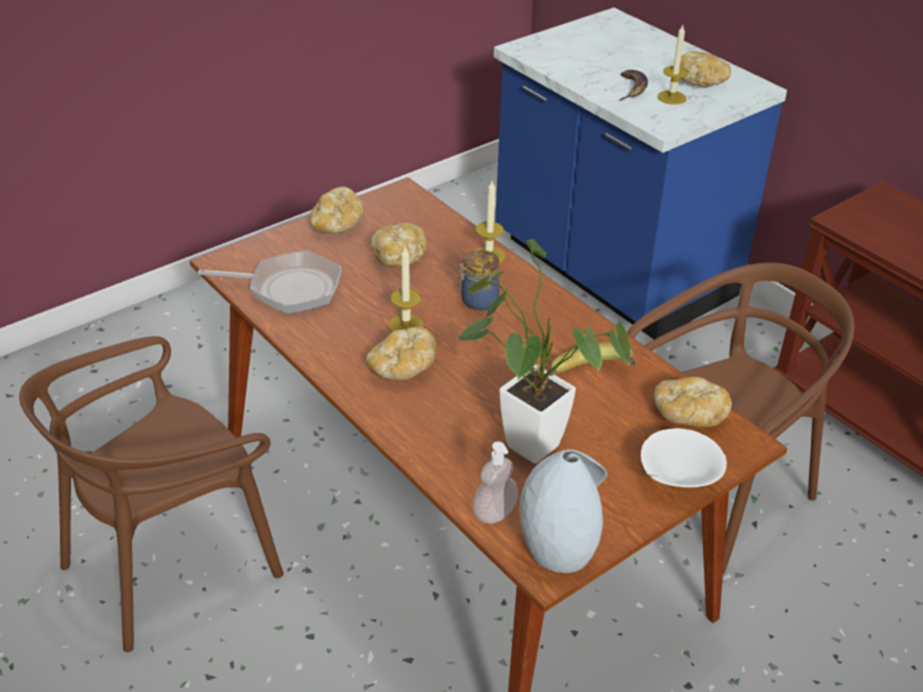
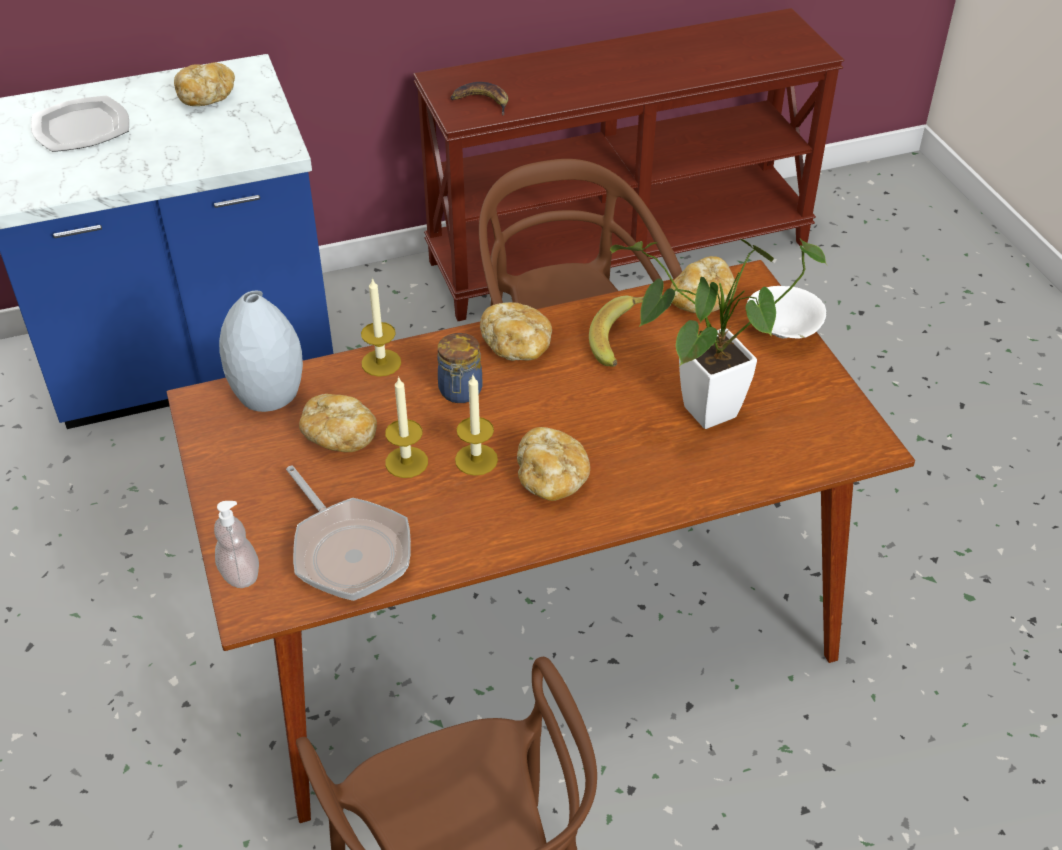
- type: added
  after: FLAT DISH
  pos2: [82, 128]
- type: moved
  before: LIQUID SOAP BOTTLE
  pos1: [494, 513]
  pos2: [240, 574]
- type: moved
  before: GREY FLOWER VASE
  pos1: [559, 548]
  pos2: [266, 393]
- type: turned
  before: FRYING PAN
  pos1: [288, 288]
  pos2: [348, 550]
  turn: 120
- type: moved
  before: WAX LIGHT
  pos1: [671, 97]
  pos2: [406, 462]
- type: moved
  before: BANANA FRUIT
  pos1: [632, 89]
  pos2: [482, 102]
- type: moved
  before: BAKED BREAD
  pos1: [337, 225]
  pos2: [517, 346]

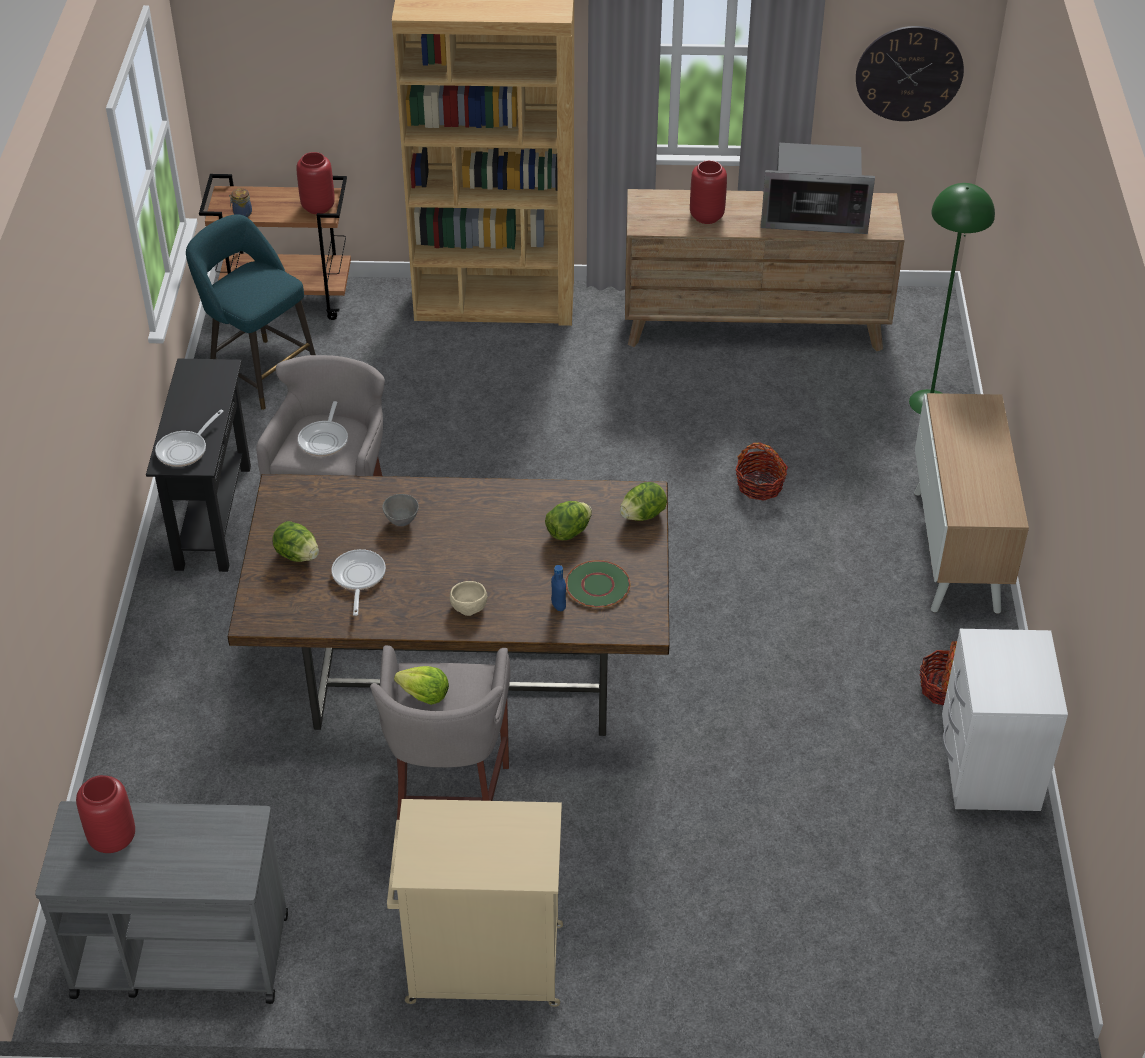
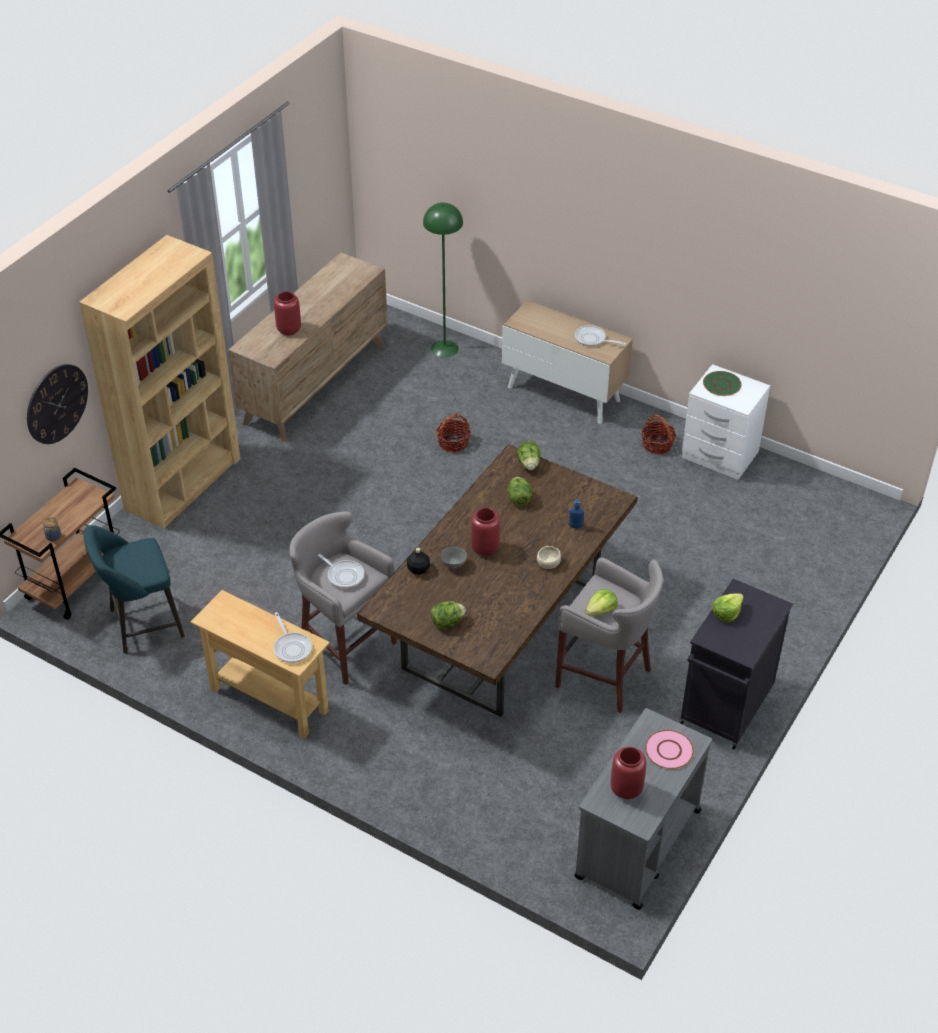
- type: moved
  before: HANGING CLOCK
  pos1: [909, 73]
  pos2: [57, 403]
- type: recoloured
  before: BLACKISH NARROW TABLE
  after: SAND-COLOURED NARROW TABLE
  pos1: [213, 516]
  pos2: [269, 700]
- type: added
  after: BLACKISH BOTTLE
  pos2: [418, 569]
- type: moved
  before: RED-COLOURED FLOWER VASE
  pos1: [318, 207]
  pos2: [485, 549]
- type: moved
  before: FRYING PAN
  pos1: [358, 578]
  pos2: [592, 339]
- type: added
  after: PINK FLAT DISH
  pos2: [669, 750]
- type: recoloured
  before: SAND-COLOURED CUPBOARD
  after: BLACKISH CUPBOARD
  pos1: [481, 964]
  pos2: [725, 707]
- type: moved
  before: GREENISH FLAT DISH
  pos1: [598, 585]
  pos2: [722, 384]
- type: added
  after: HEAD OF LETTUCE
  pos2: [726, 613]
- type: removed
  before: KITCHEN MICROWAVE
  pos1: [814, 215]

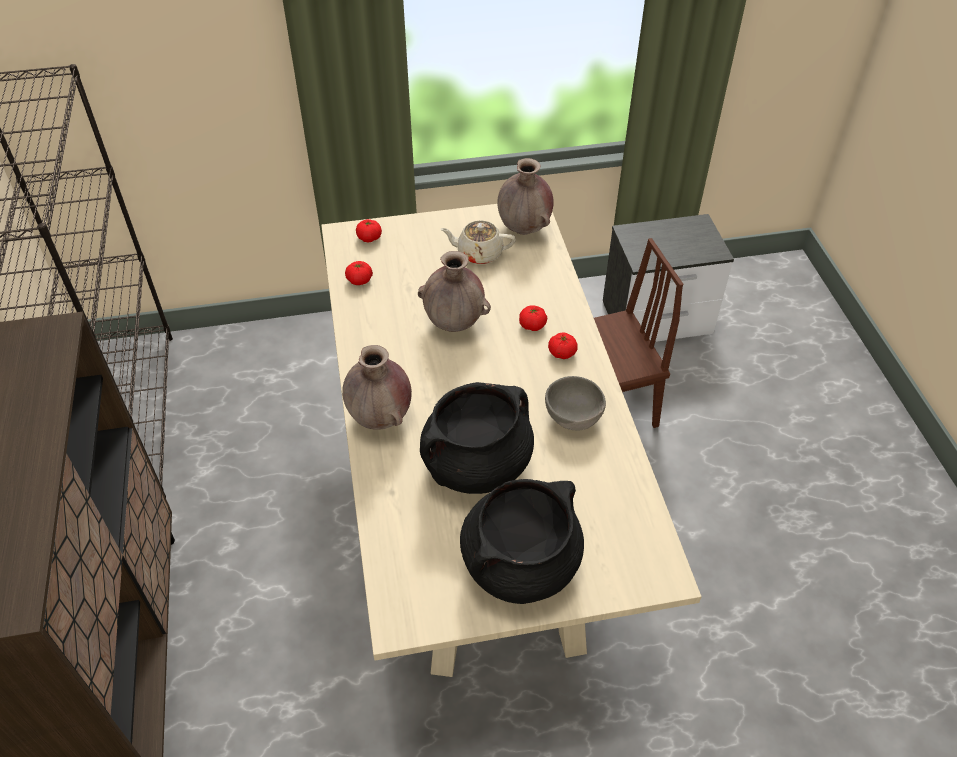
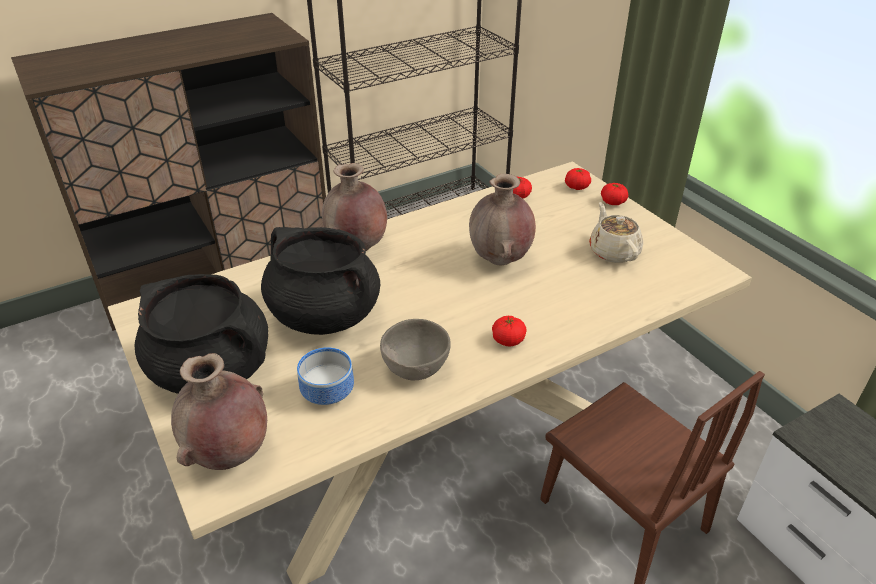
- type: moved
  before: BROWN-COLOURED FLOWER VASE
  pos1: [524, 229]
  pos2: [229, 455]
- type: added
  after: DEEP DISH
  pos2: [326, 394]
- type: moved
  before: WHOLE TOMATO
  pos1: [532, 325]
  pos2: [613, 202]

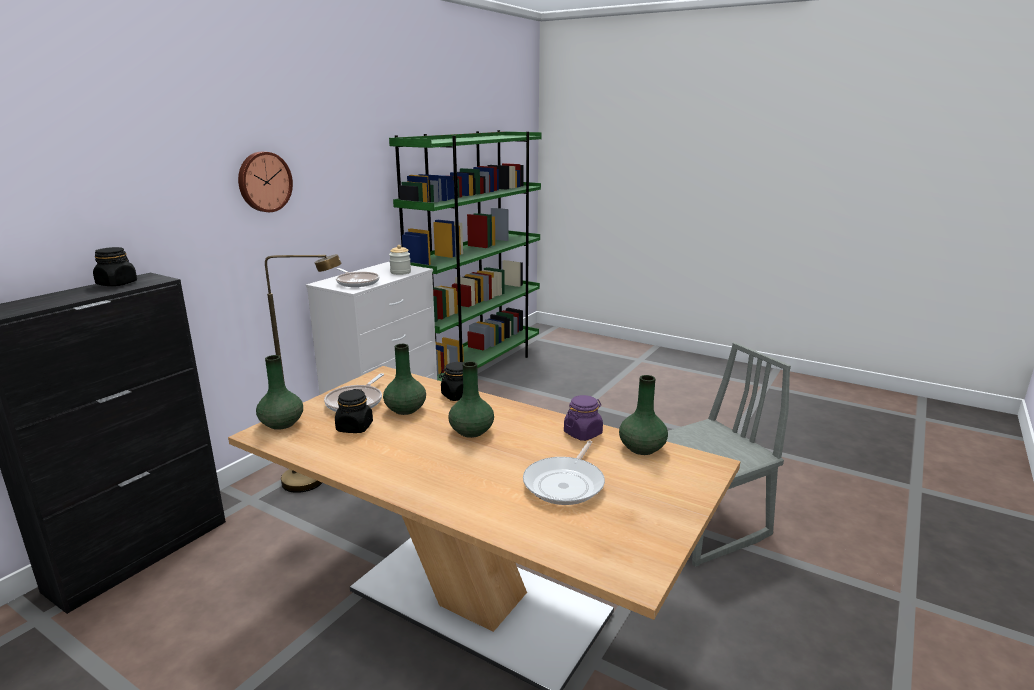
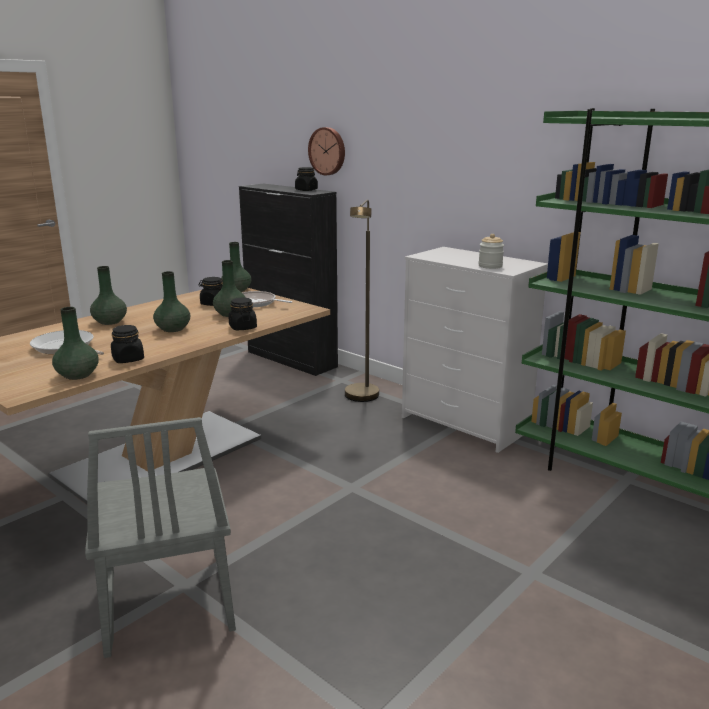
- type: added
  after: GREENISH FLOWER VASE
  pos2: [110, 322]
- type: recoloured
  before: PURPLE-COLOURED JAR
  after: BLACKISH JAR
  pos1: [583, 433]
  pos2: [128, 359]
- type: moved
  before: HANGING CLOCK
  pos1: [264, 182]
  pos2: [328, 151]
- type: removed
  before: FRYING PAN
  pos1: [356, 282]

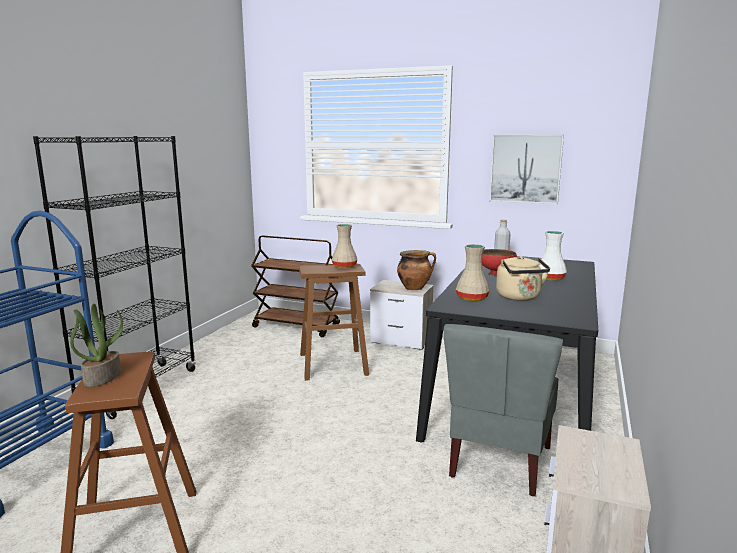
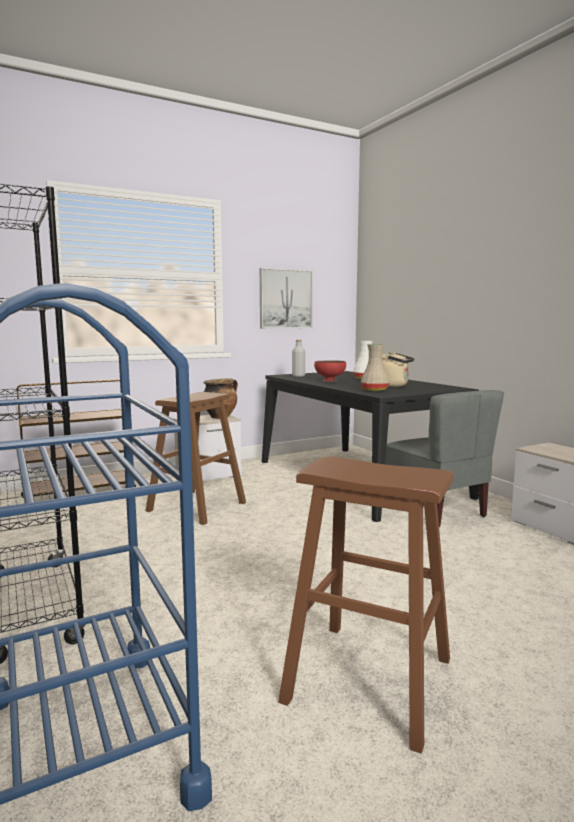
- type: removed
  before: HOUSEPLANT
  pos1: [102, 377]
- type: removed
  before: SAND-COLOURED FLOWER VASE
  pos1: [344, 266]

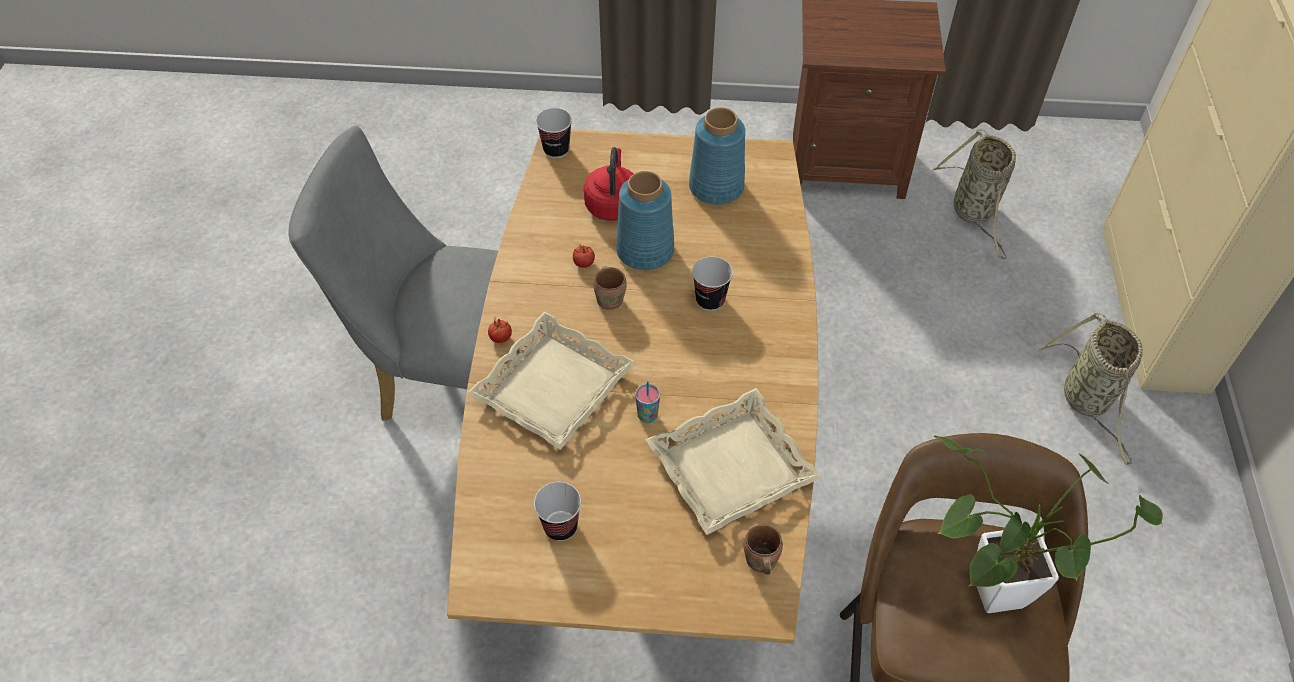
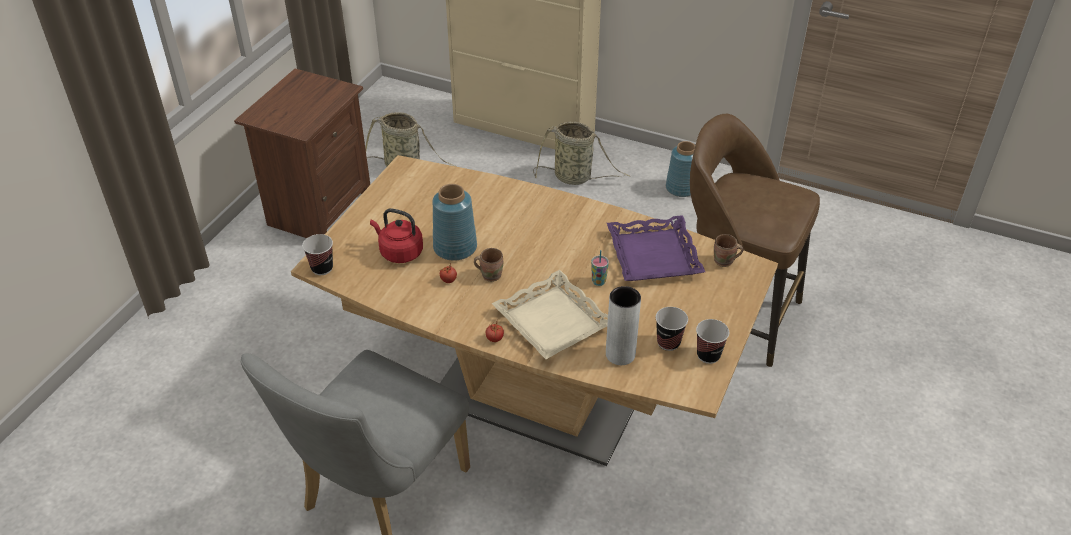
- type: added
  after: GREY FLOWER VASE
  pos2: [620, 354]
- type: recoloured
  before: SAND-COLOURED SERVING TRAY
  after: PURPLE-COLOURED SERVING TRAY
  pos1: [731, 466]
  pos2: [652, 255]
- type: moved
  before: BLUE FLOWER VASE
  pos1: [717, 187]
  pos2: [681, 188]
- type: moved
  before: SMALL CUP
  pos1: [710, 300]
  pos2: [708, 355]
- type: removed
  before: HOUSEPLANT
  pos1: [985, 594]

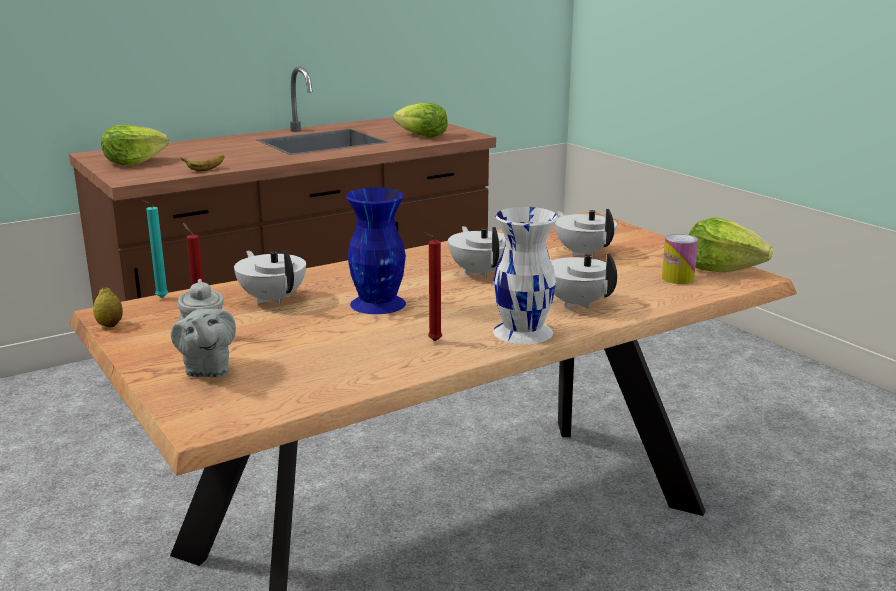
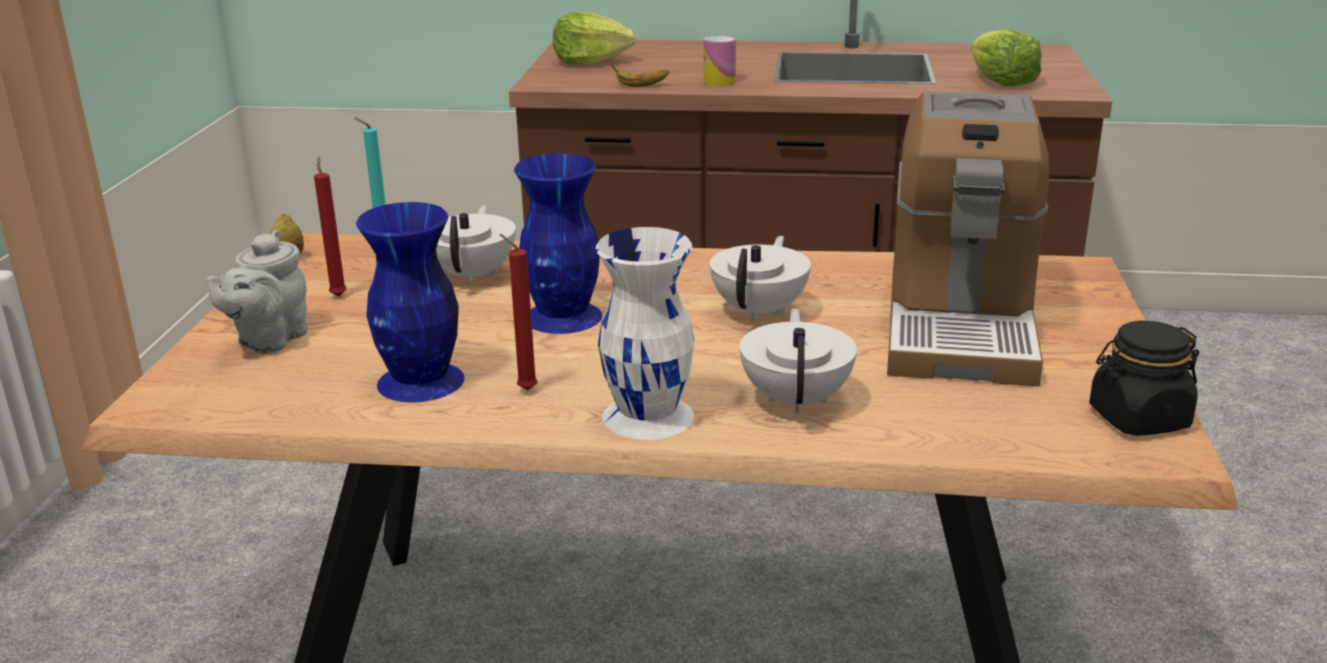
- type: added
  after: BLUE FLOWER VASE
  pos2: [420, 382]
- type: moved
  before: SEALED CAN
  pos1: [677, 278]
  pos2: [719, 82]
- type: replaced
  before: WHITISH TEA POT
  after: COFFEE BREWER
  pos1: [583, 253]
  pos2: [959, 323]
- type: replaced
  before: HEAD OF LETTUCE
  after: BLACKISH JAR
  pos1: [722, 268]
  pos2: [1138, 419]

